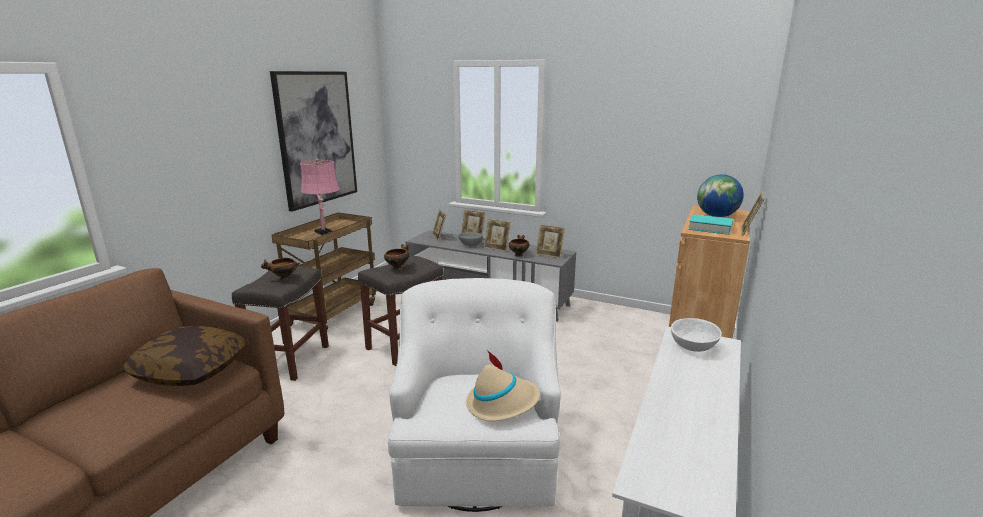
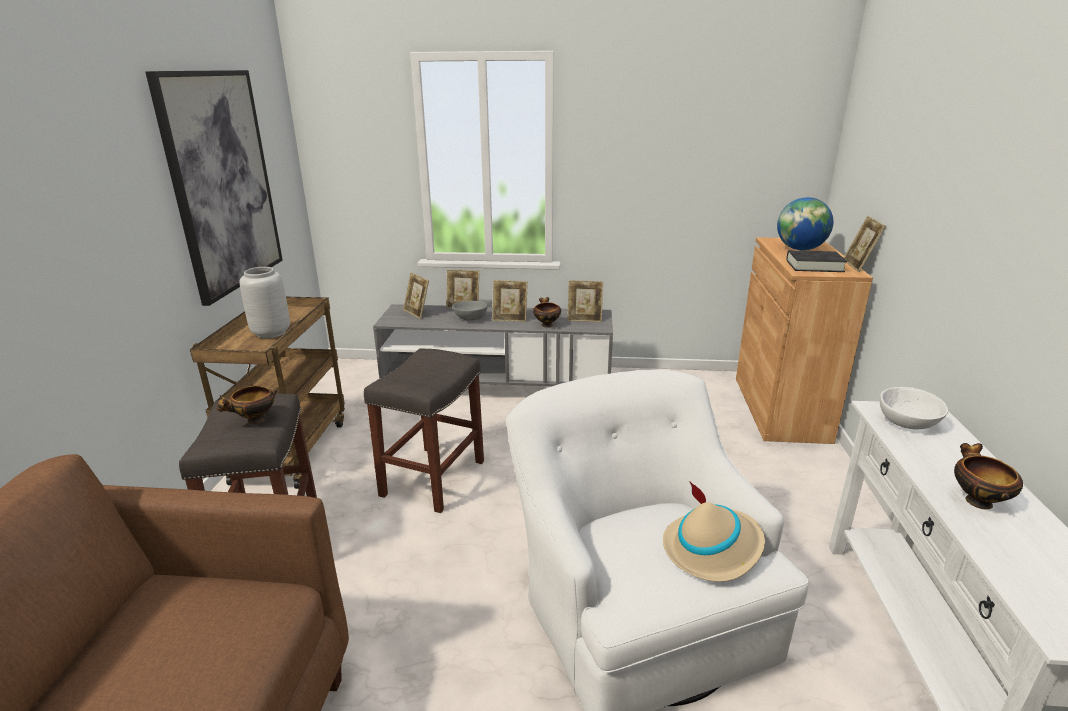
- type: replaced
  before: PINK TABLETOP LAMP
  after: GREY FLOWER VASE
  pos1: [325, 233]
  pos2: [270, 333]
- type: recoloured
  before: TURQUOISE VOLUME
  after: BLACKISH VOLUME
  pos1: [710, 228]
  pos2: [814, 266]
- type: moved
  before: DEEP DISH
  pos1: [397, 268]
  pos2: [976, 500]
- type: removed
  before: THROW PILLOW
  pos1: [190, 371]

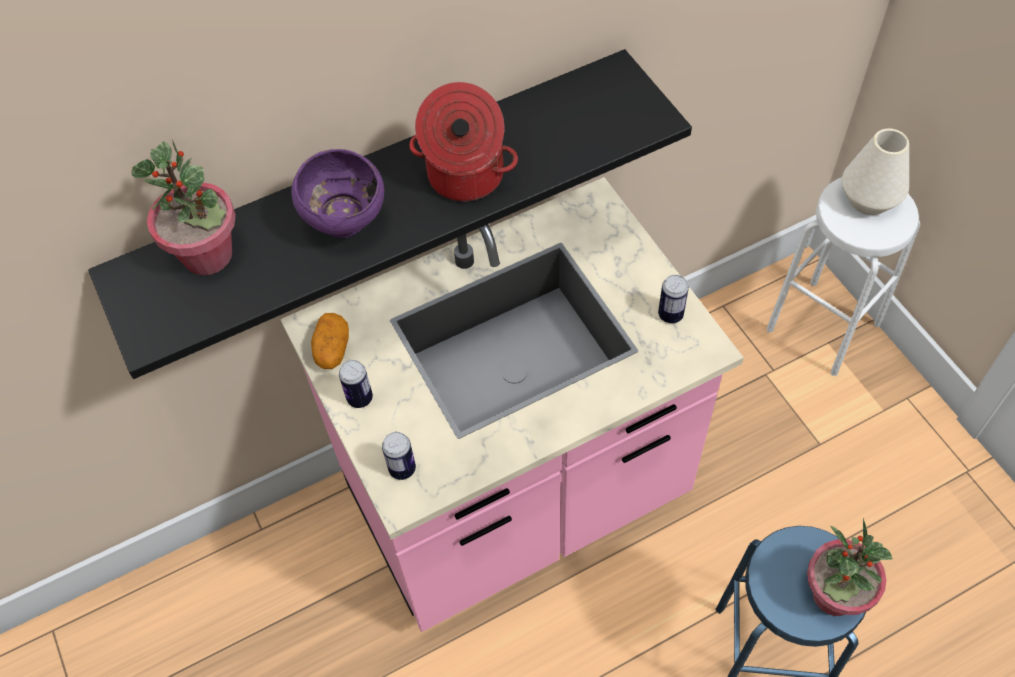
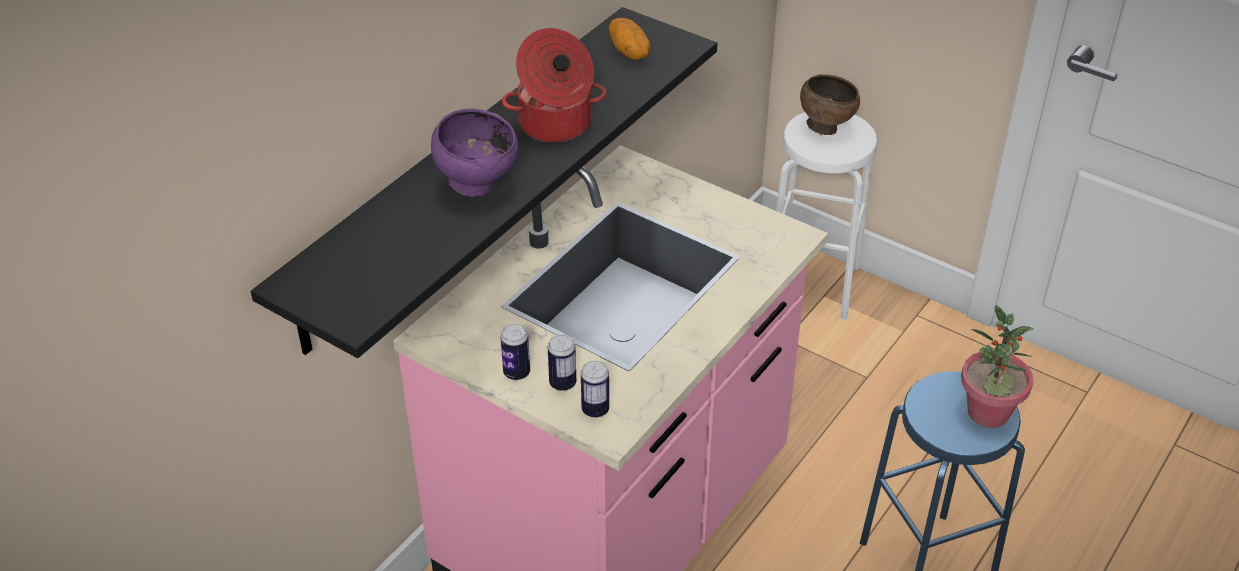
- type: moved
  before: SEALED CAN
  pos1: [670, 314]
  pos2: [562, 383]
- type: moved
  before: SPUD
  pos1: [332, 349]
  pos2: [629, 51]
- type: replaced
  before: WHITISH FLOWER VASE
  after: BROWN-COLOURED DEEP DISH
  pos1: [868, 199]
  pos2: [825, 127]
- type: removed
  before: HOUSEPLANT
  pos1: [208, 255]

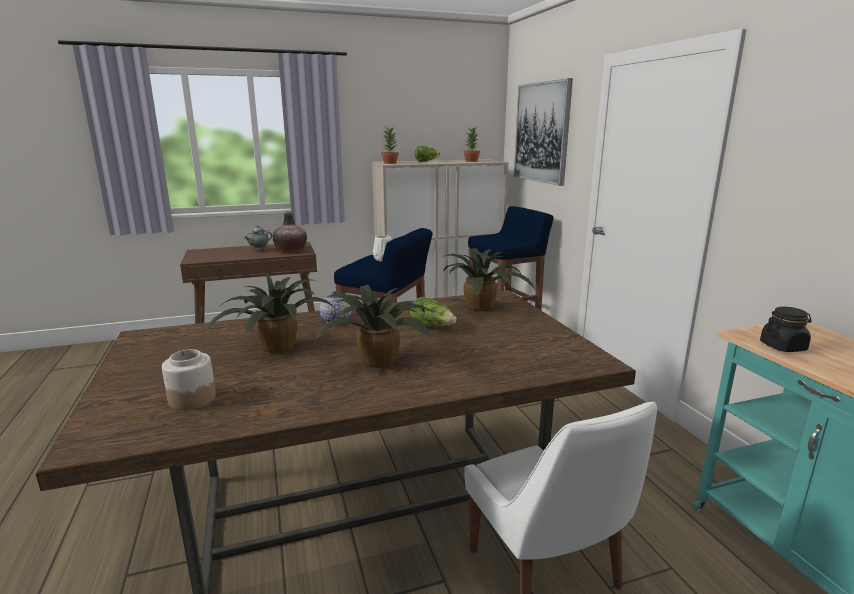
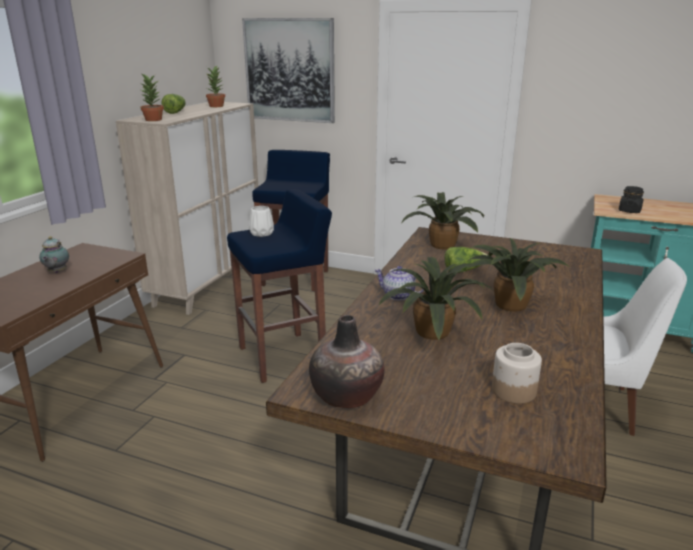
- type: moved
  before: FLOWER VASE
  pos1: [291, 251]
  pos2: [346, 395]

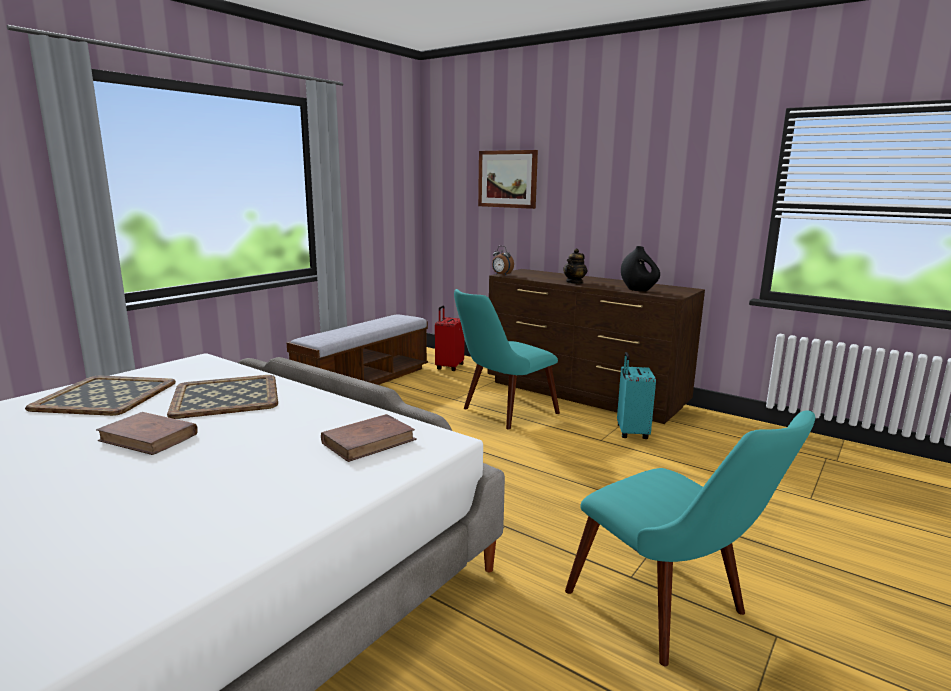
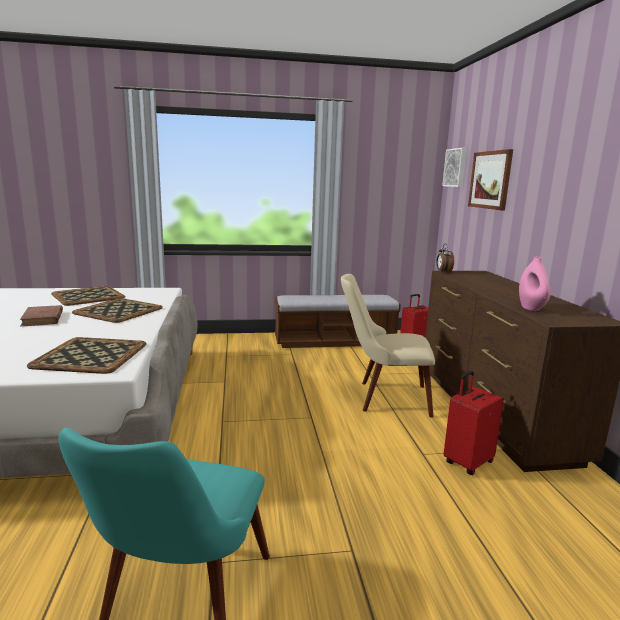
- type: replaced
  before: BROWN-COLOURED VOLUME
  after: SERVING TRAY
  pos1: [369, 441]
  pos2: [90, 355]
- type: recoloured
  before: TURQUOISE PLAIN CHAIR
  after: SAND-COLOURED PLAIN CHAIR
  pos1: [501, 413]
  pos2: [383, 397]
- type: added
  after: WALL PICTURE
  pos2: [456, 167]
- type: recoloured
  before: TURQUOISE TRAVEL CASE
  after: RED-COLOURED TRAVEL CASE
  pos1: [631, 432]
  pos2: [467, 462]
- type: recoloured
  before: BLACKISH FLOWER VASE
  after: PINK FLOWER VASE
  pos1: [638, 290]
  pos2: [531, 308]
- type: removed
  before: TEA POT
  pos1: [574, 282]

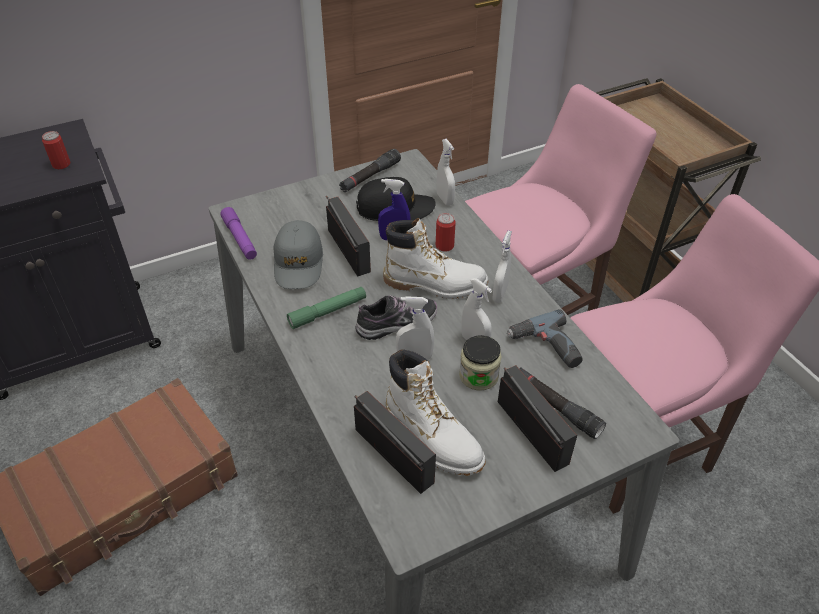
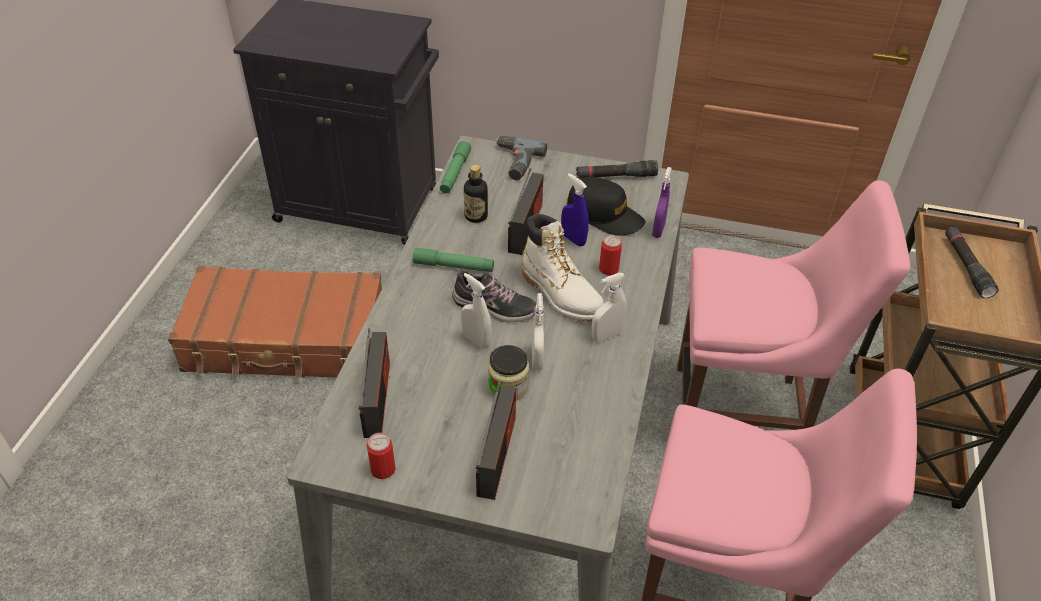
- type: moved
  before: SEALED CAN
  pos1: [61, 164]
  pos2: [383, 469]
- type: recoloured
  before: PURPLE-COLOURED TORCH
  after: GREENISH TORCH
  pos1: [240, 239]
  pos2: [455, 173]
- type: replaced
  before: GREY PEAKED CAP
  after: BOTTLE
  pos1: [298, 263]
  pos2: [476, 216]
- type: moved
  before: DRILL
  pos1: [546, 348]
  pos2: [514, 162]
- type: recoloured
  before: WHITISH SPRAYER
  after: PURPLE-COLOURED SPRAYER
  pos1: [445, 199]
  pos2: [658, 230]
- type: moved
  before: BLACKISH TORCH
  pos1: [555, 407]
  pos2: [966, 267]
- type: removed
  before: WHITISH BOOT
  pos1: [433, 438]

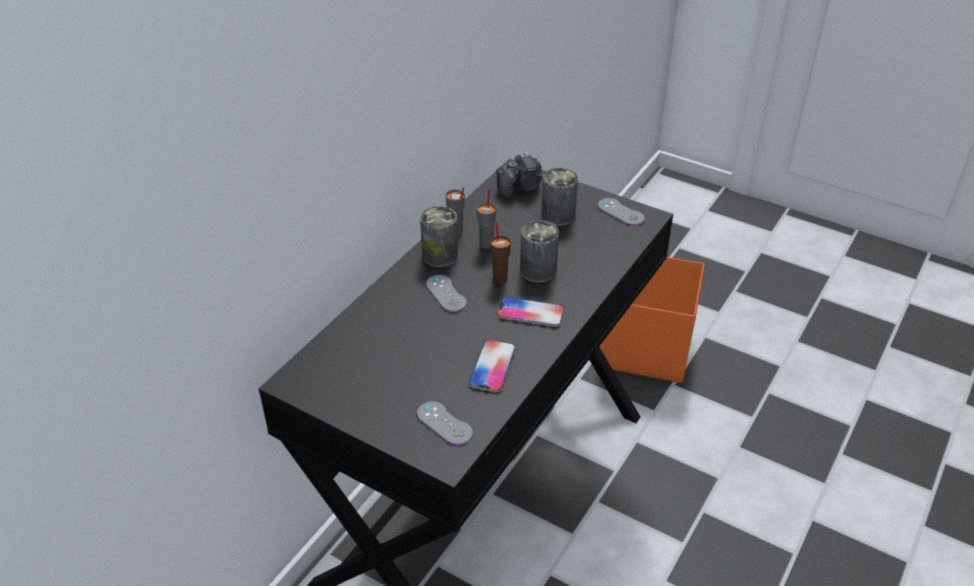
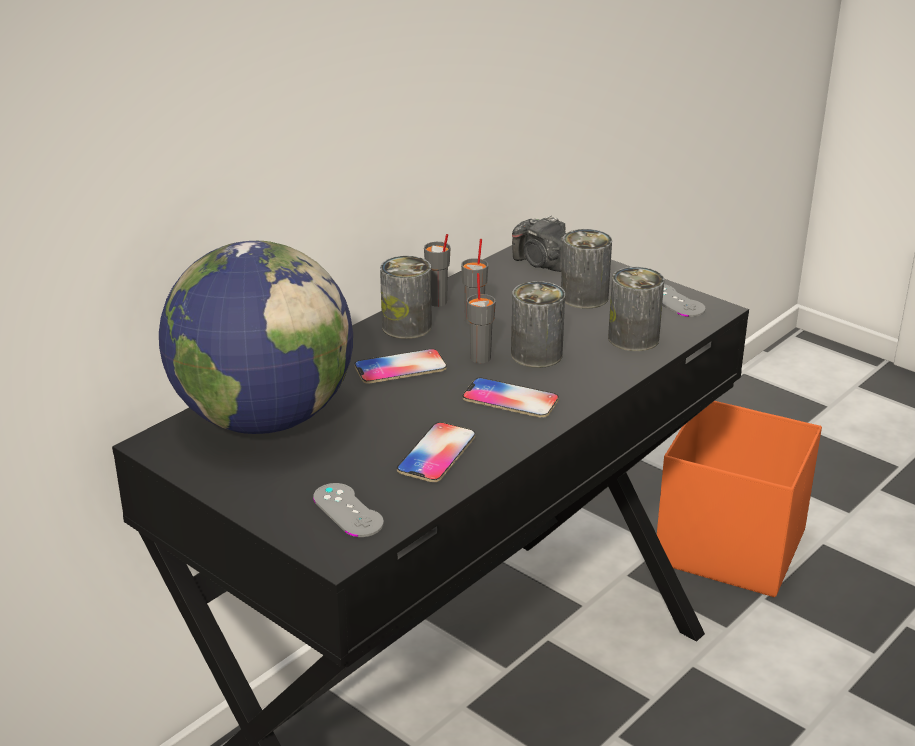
- type: added
  after: WORLD GLOBE
  pos2: [263, 418]
- type: replaced
  before: GREY JOYPAD
  after: HANDSET
  pos1: [446, 293]
  pos2: [400, 368]
- type: recoloured
  before: BROWN-COLOURED SMALL CUP
  after: GREY SMALL CUP
  pos1: [500, 278]
  pos2: [480, 357]
- type: turned
  before: PHOTO CAMERA
  pos1: [521, 187]
  pos2: [543, 263]
  turn: 60
- type: added
  after: SEALED CAN
  pos2: [633, 338]

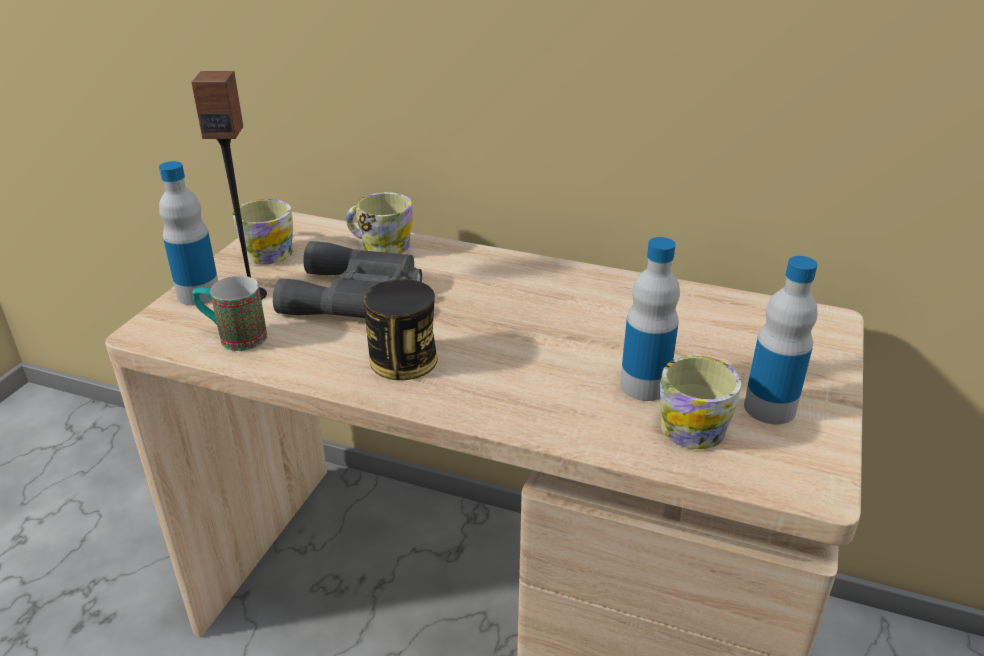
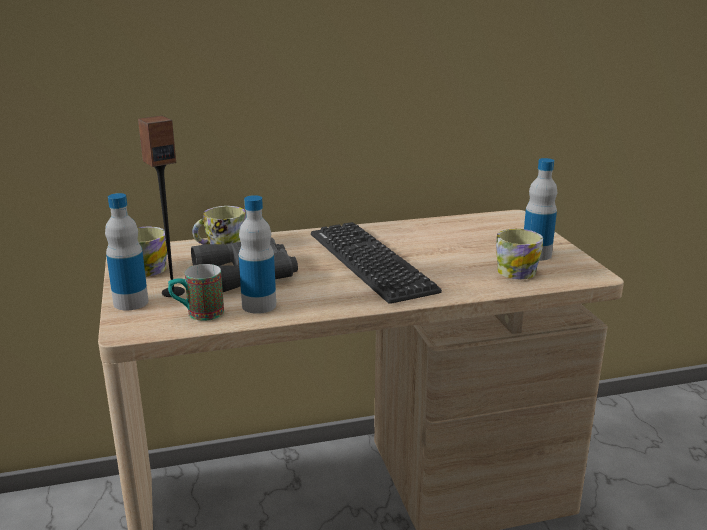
- type: moved
  before: BOTTLE
  pos1: [644, 386]
  pos2: [259, 305]
- type: added
  after: COMPUTER KEYBOARD
  pos2: [370, 262]
- type: removed
  before: SEALED CAN
  pos1: [403, 360]

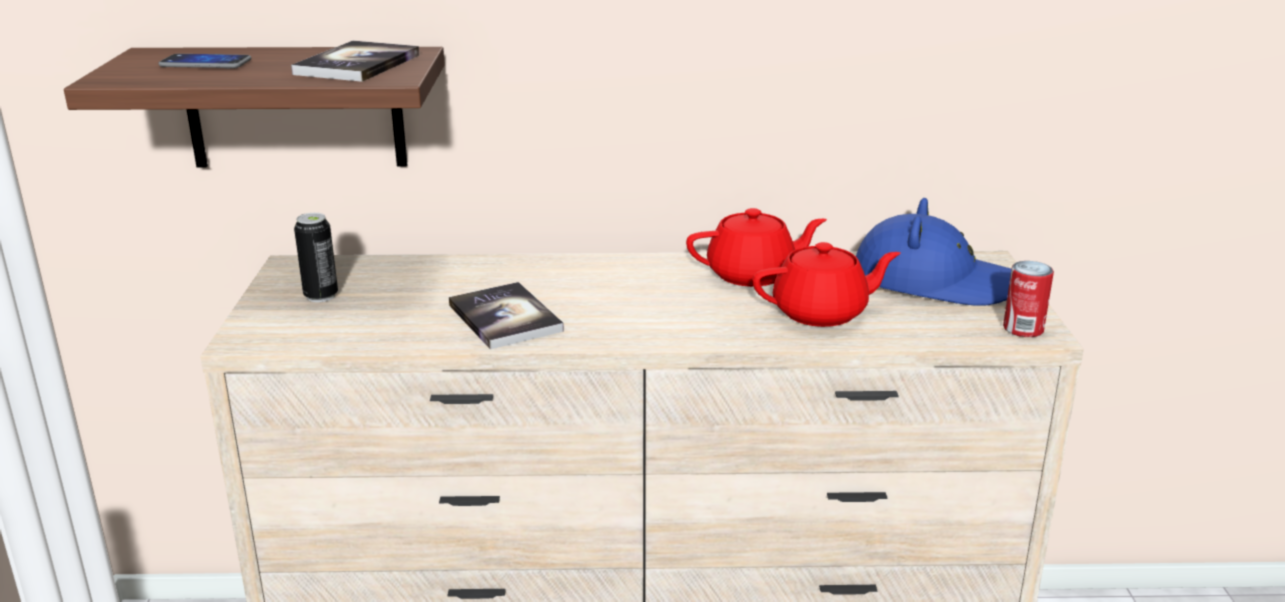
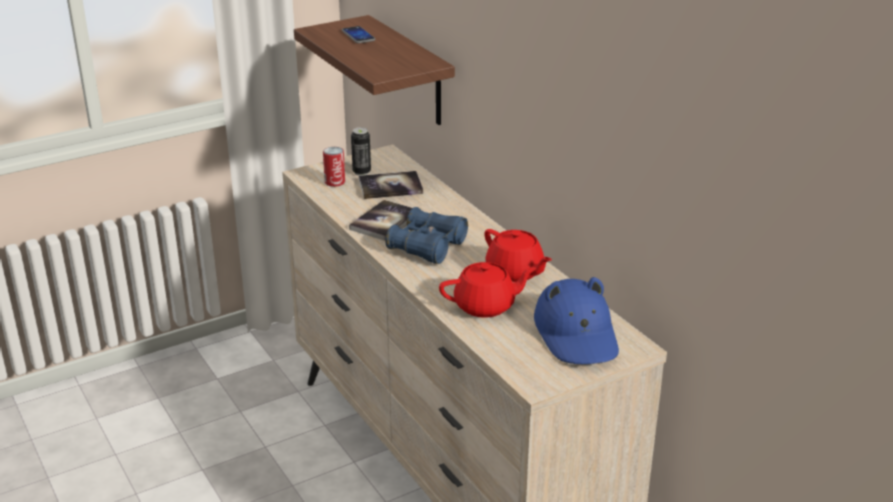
- type: moved
  before: SEALED CAN
  pos1: [1023, 329]
  pos2: [335, 182]
- type: moved
  before: VOLUME
  pos1: [357, 64]
  pos2: [390, 187]
- type: added
  after: BLUE PAIR OF BINOCULARS
  pos2: [427, 246]
- type: turned
  before: RED-COLOURED TEA POT
  pos1: [822, 313]
  pos2: [486, 306]
  turn: -60

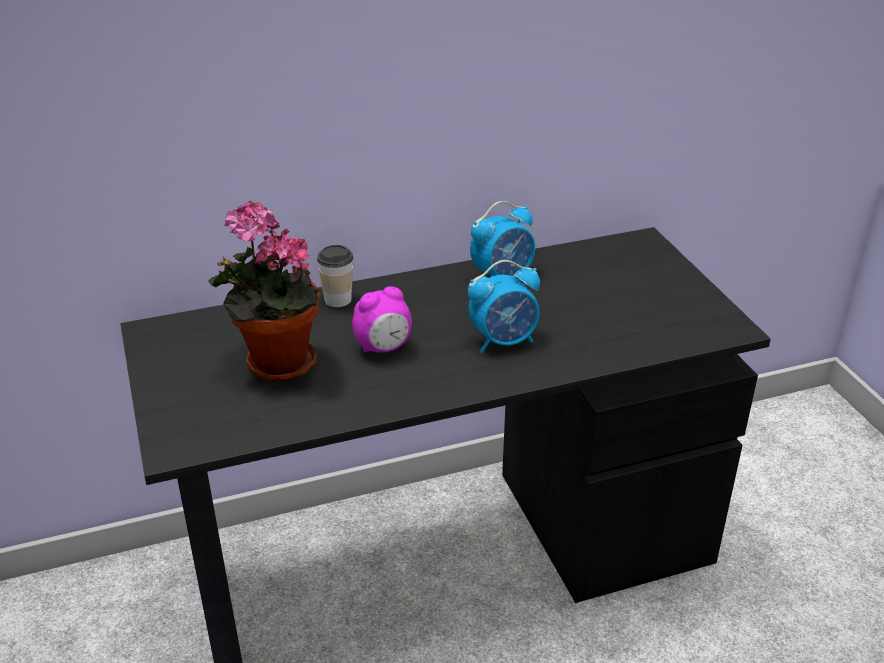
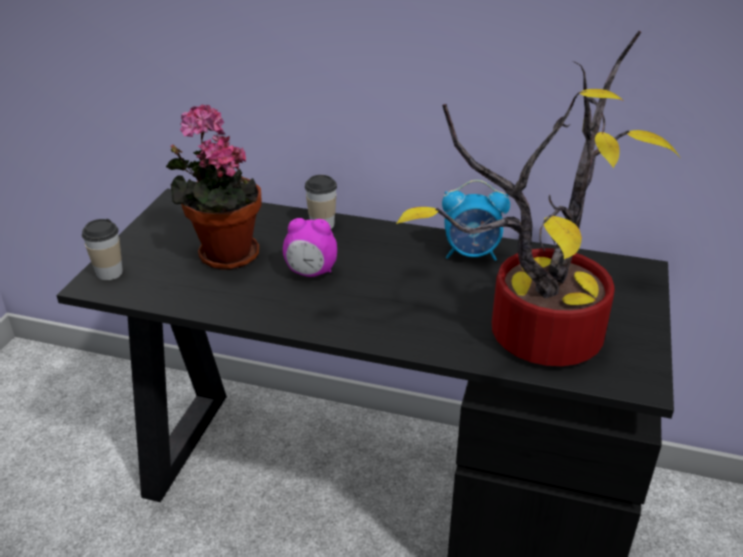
- type: added
  after: SMALL CUP
  pos2: [109, 272]
- type: added
  after: HOUSEPLANT
  pos2: [544, 328]
- type: removed
  before: BEDSIDE CLOCK
  pos1: [504, 341]

